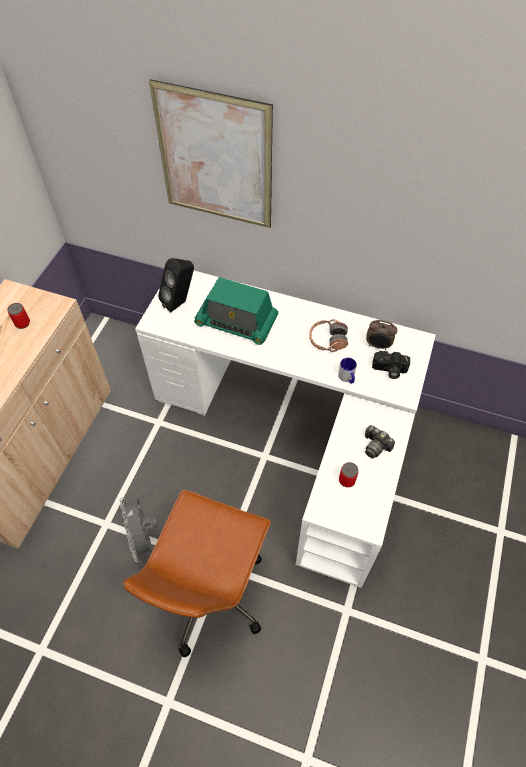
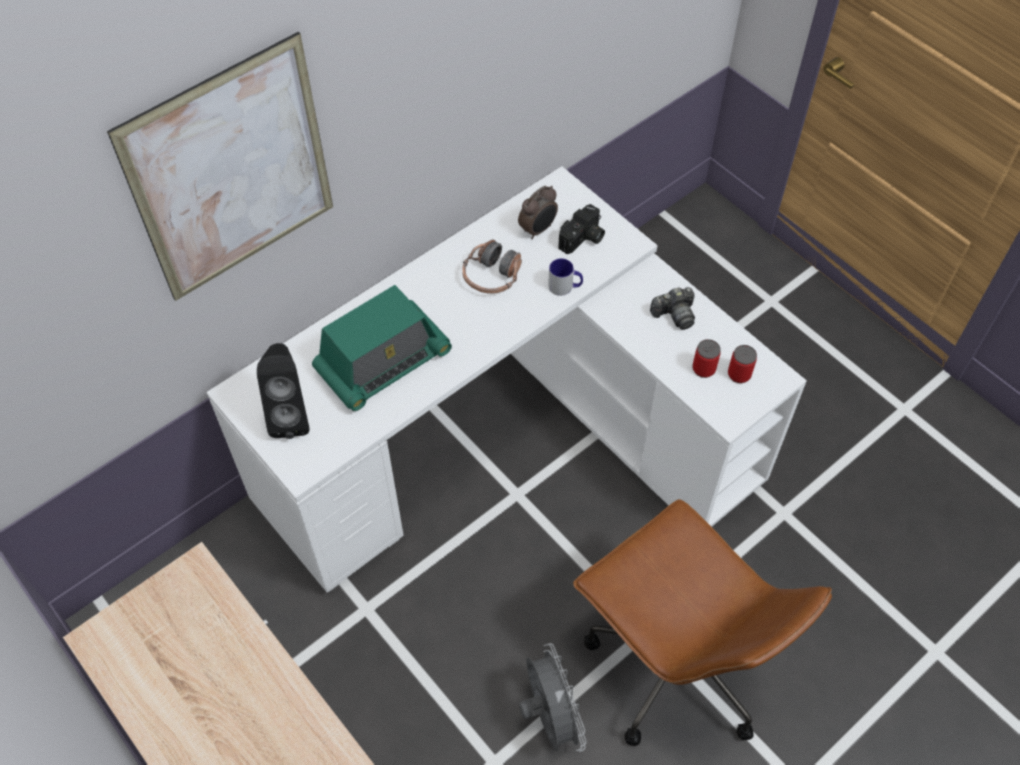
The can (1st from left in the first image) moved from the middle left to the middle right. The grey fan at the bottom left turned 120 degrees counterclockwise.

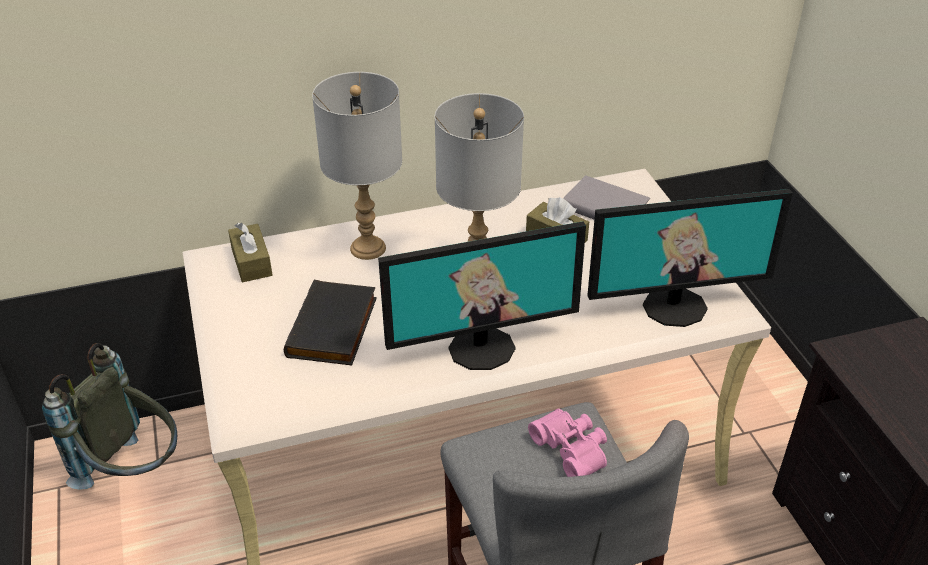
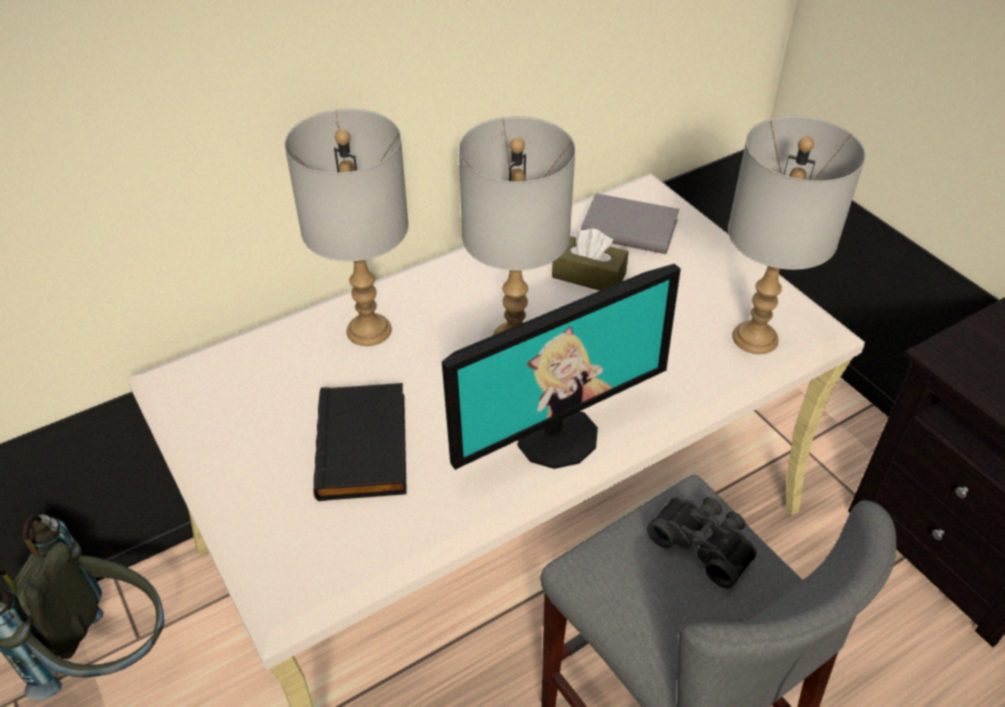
The brown tissue box (1st from left) at the middle left disappeared. The pink binoculars at the bottom centre became the black binoculars at the bottom right. The monitor (2nd from left) at the middle right was replaced by the grey table lamp (3rd from left) at the top right.

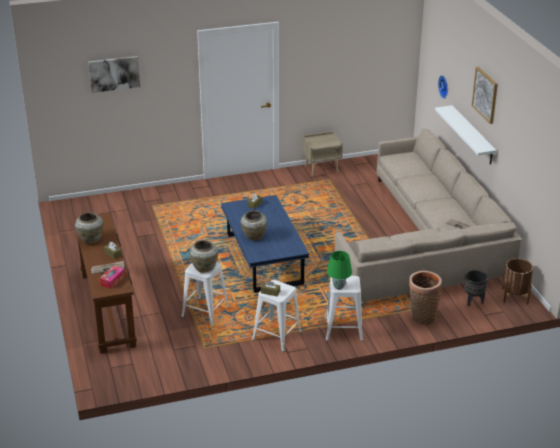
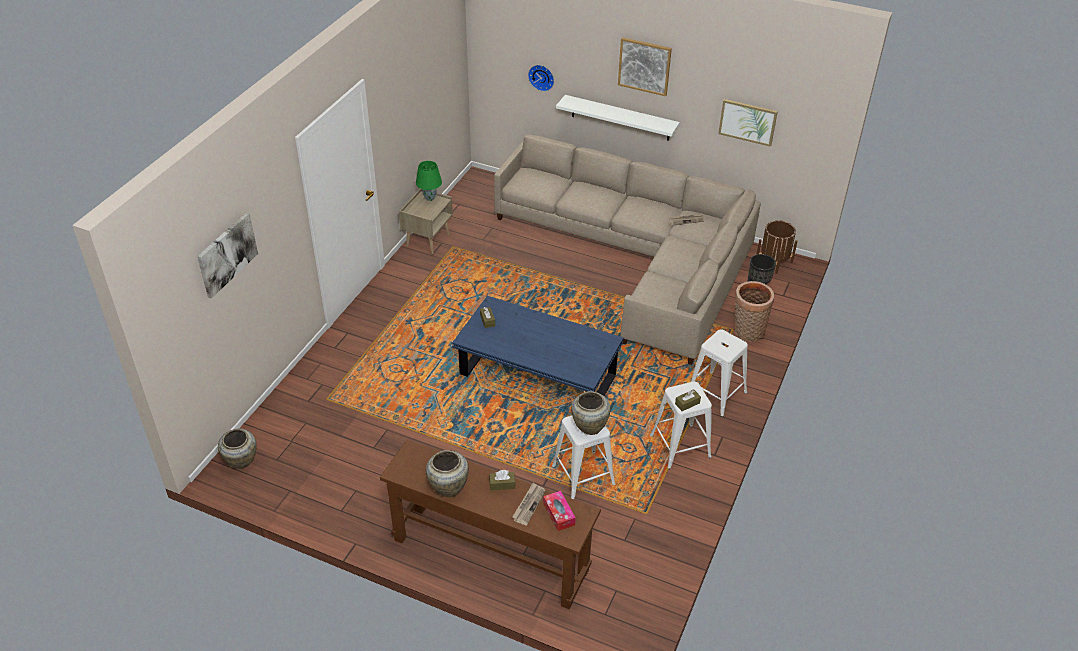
The beige vase (3rd from left in the first image) moved from the centre to the bottom left. The green table lamp moved from the centre to the top centre. The picture (3rd from left) at the top right appeared.

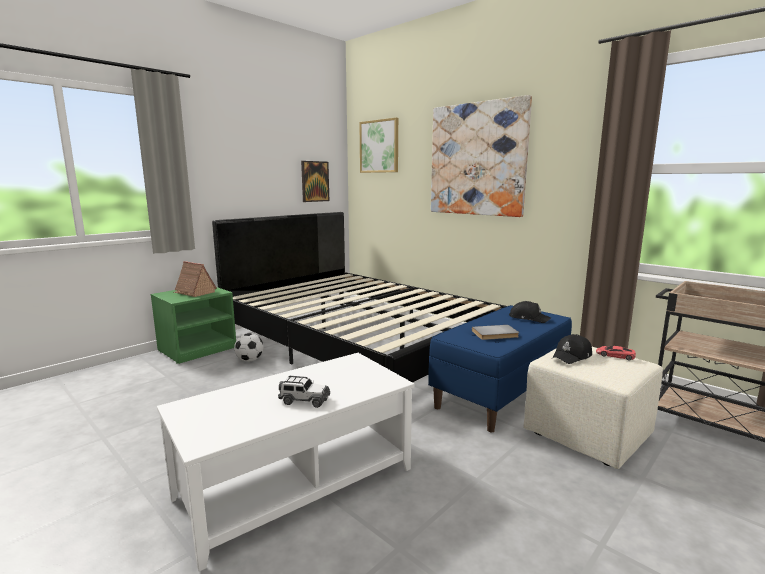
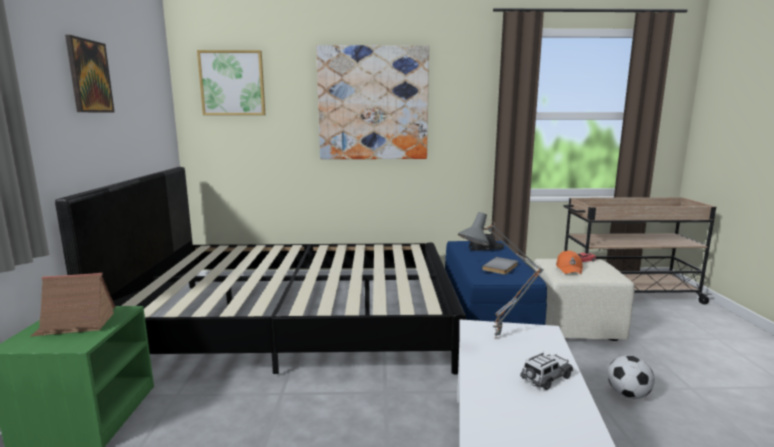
The football moved from the middle left to the bottom right. The picture (1st from left) moved from the top centre to the top left. The black cap (2nd from left) at the middle right became the orange cap at the middle right. The grey table lamp at the centre appeared.

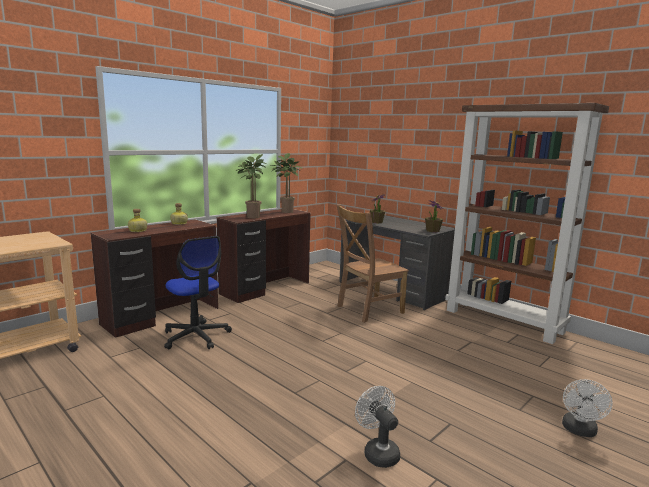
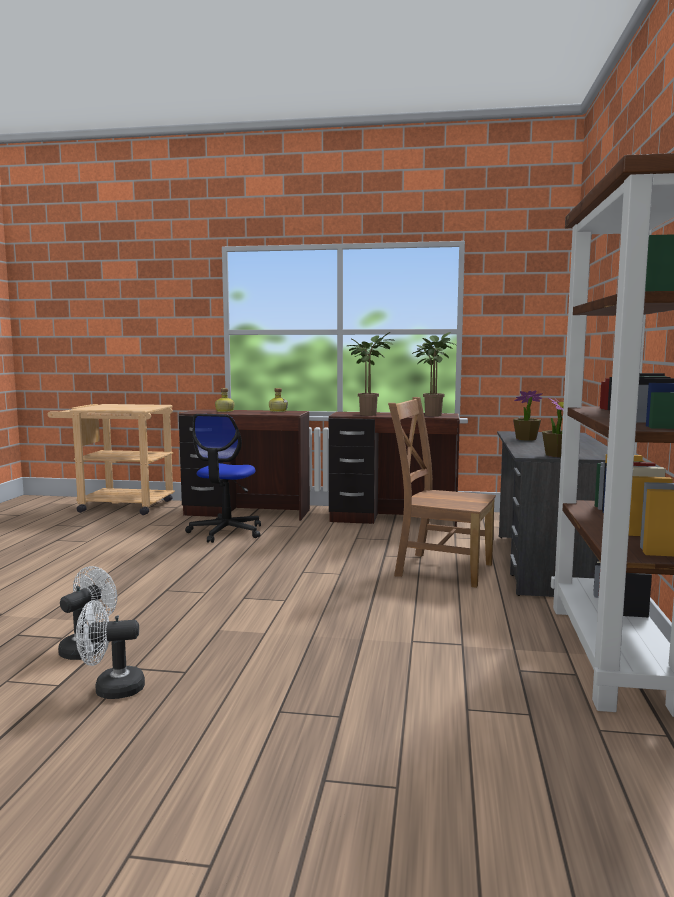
The white fan (2nd from left) moved from the bottom right to the bottom left.

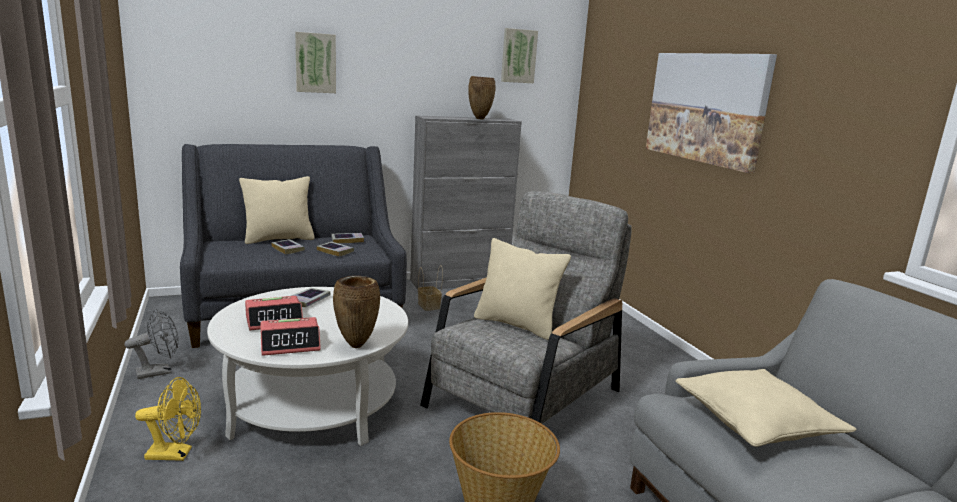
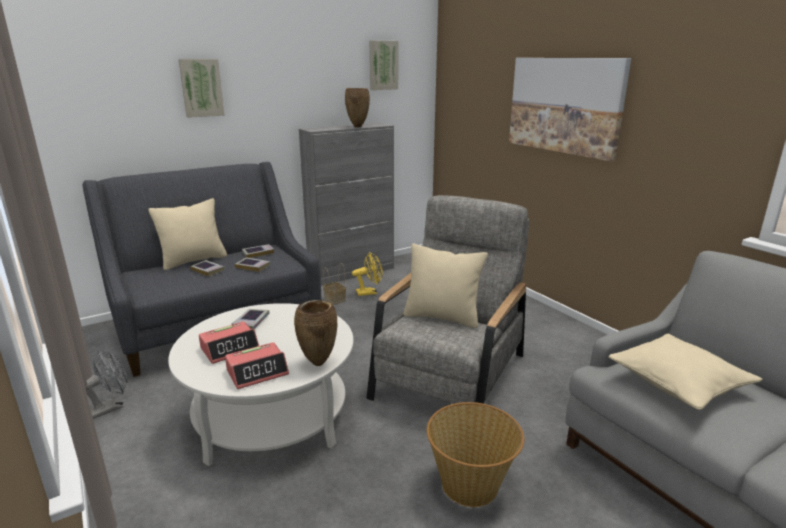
The yellow fan moved from the bottom left to the centre.

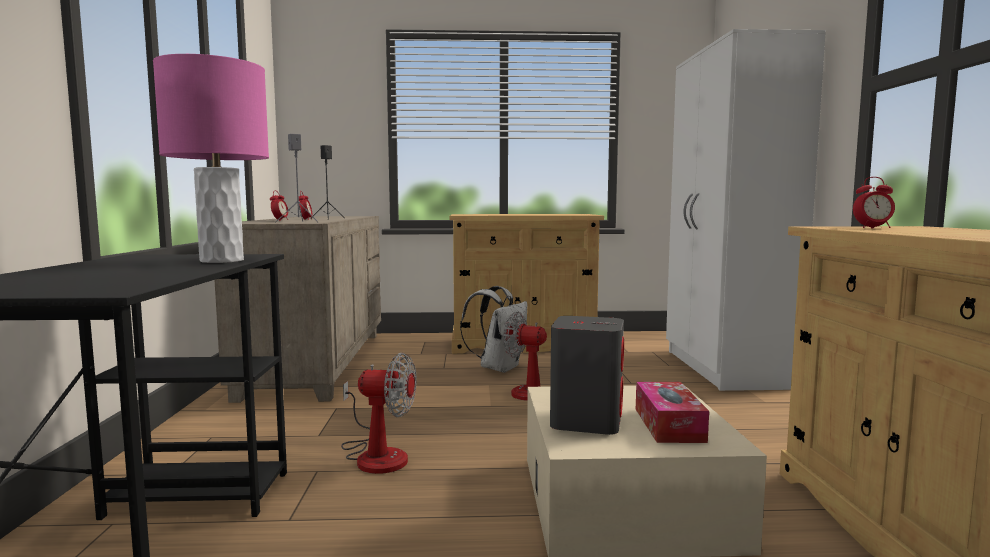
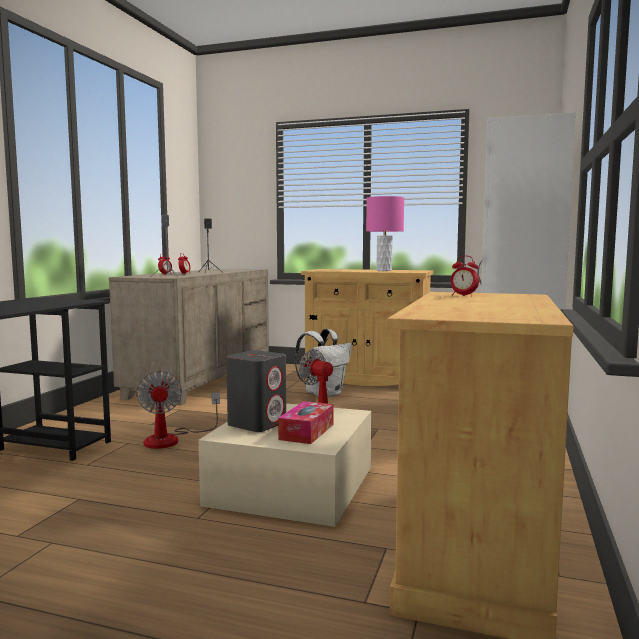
The pink table lamp moved from the top left to the centre. The fan (1st from left) at the bottom centre turned 45 degrees clockwise.

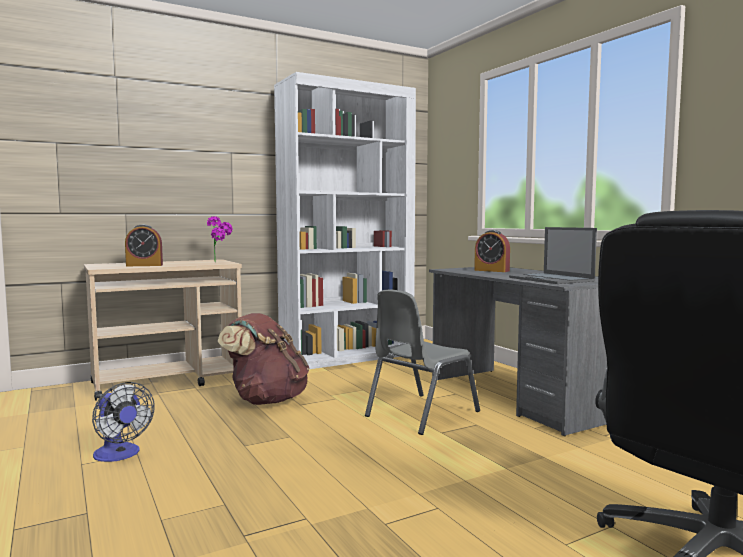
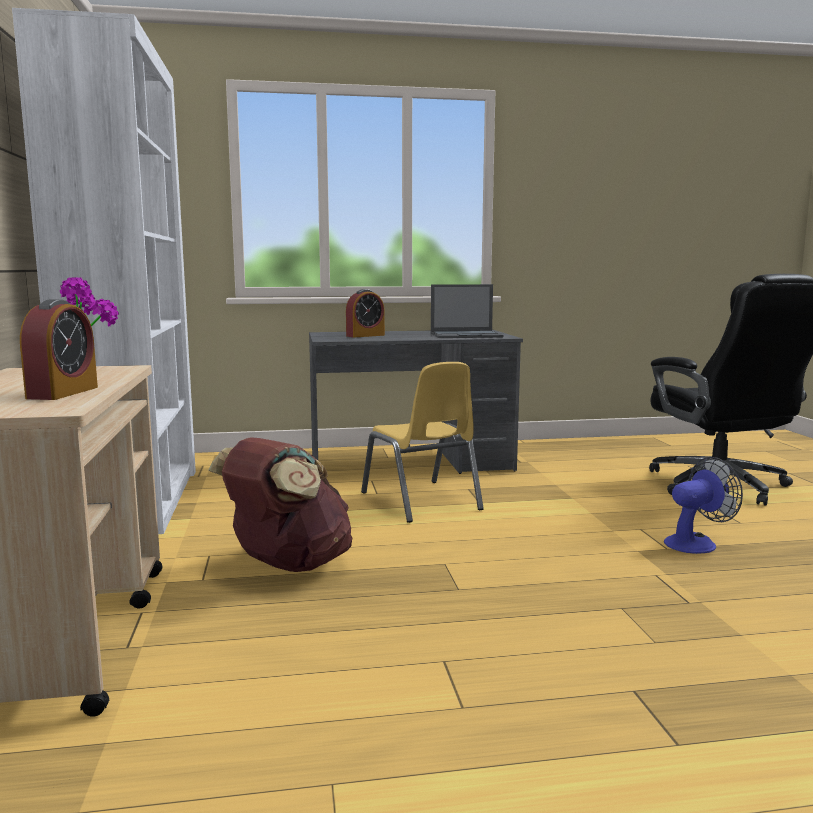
The fan moved from the bottom left to the middle right. The grey chair at the centre became the yellow chair at the centre.

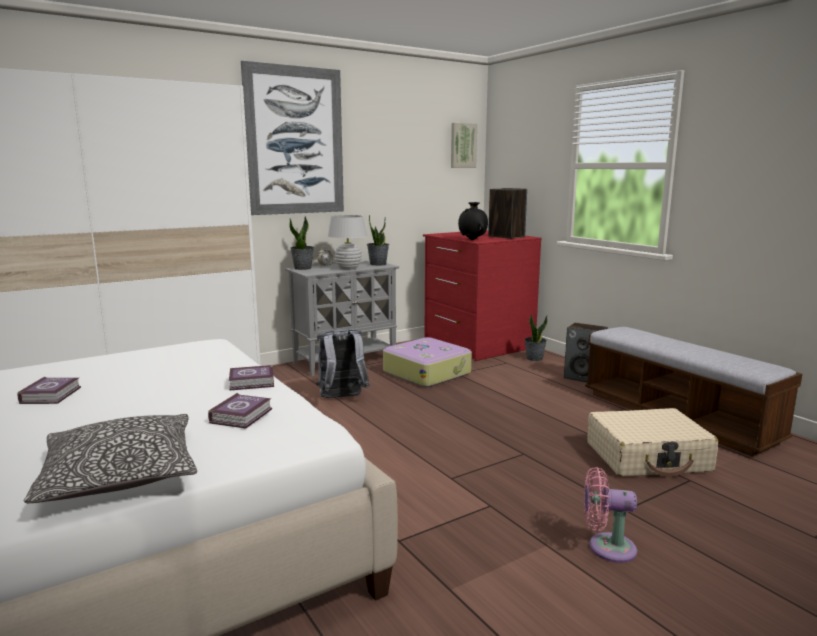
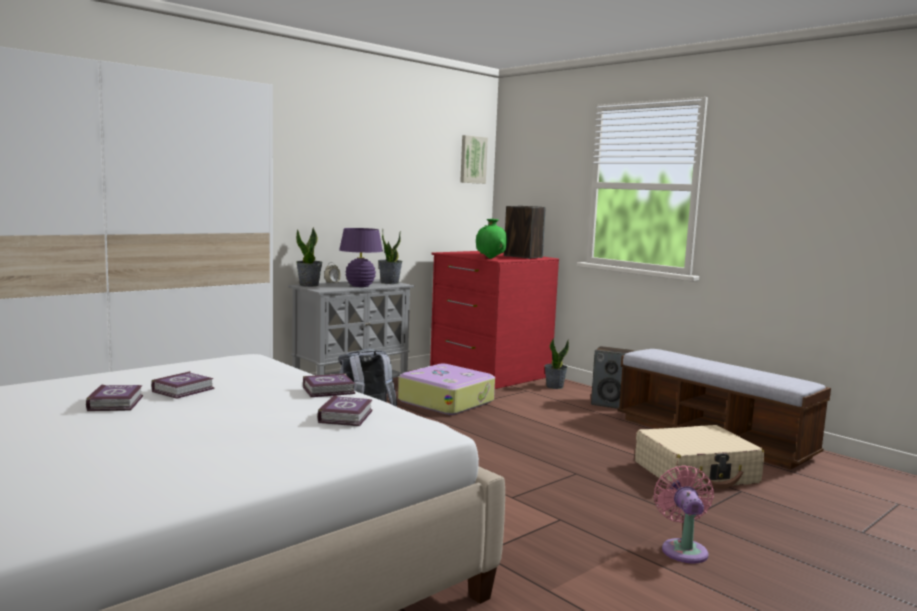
The pillow at the bottom left disappeared. The picture (1st from left) at the top centre disappeared. The white table lamp at the centre became the purple table lamp at the centre. The black vase at the centre became the green vase at the centre. The pink fan at the bottom right turned 90 degrees clockwise. The book (2nd from left) at the middle left appeared.

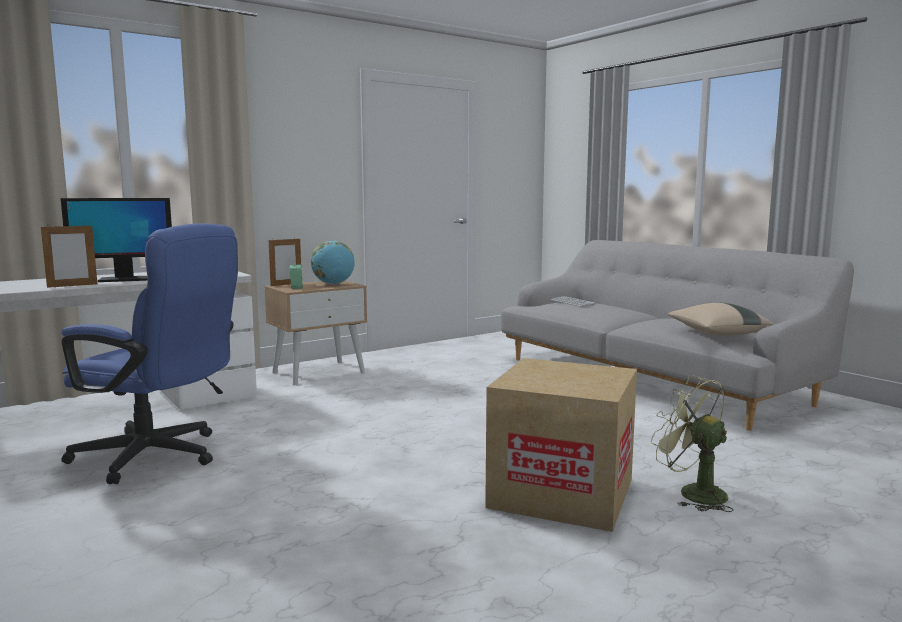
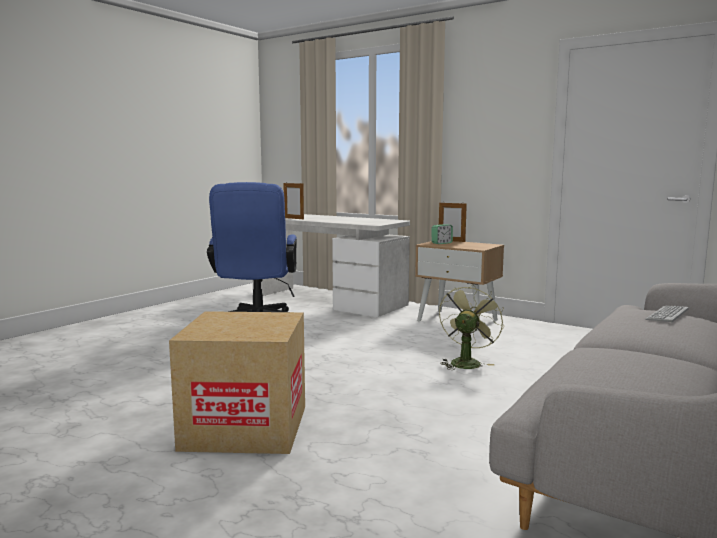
The monitor at the middle left disappeared. The globe at the centre disappeared. The green fan moved from the bottom right to the centre. The beige pillow at the middle right disappeared.

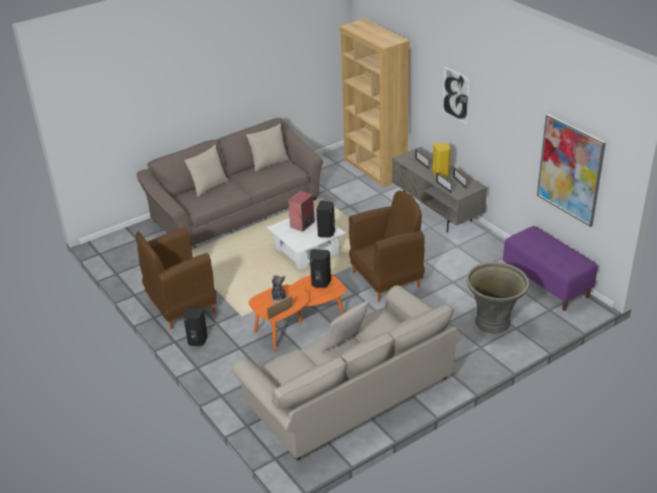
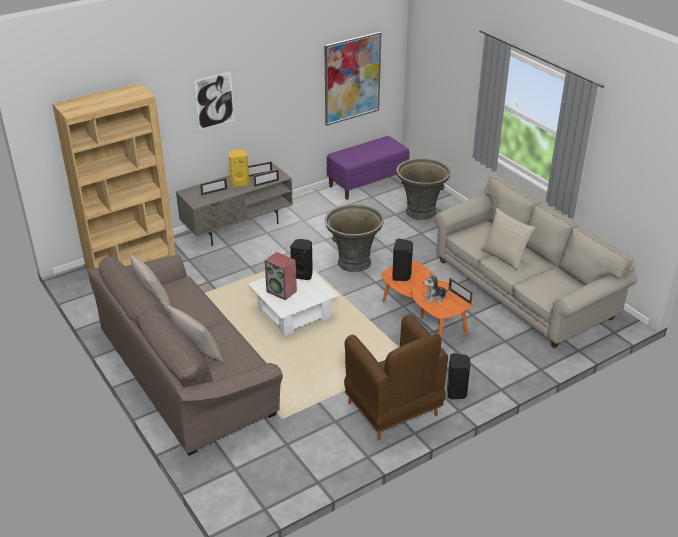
The brown armchair (2nd from left) at the centre was replaced by the grey planter (1st from left) at the centre.

